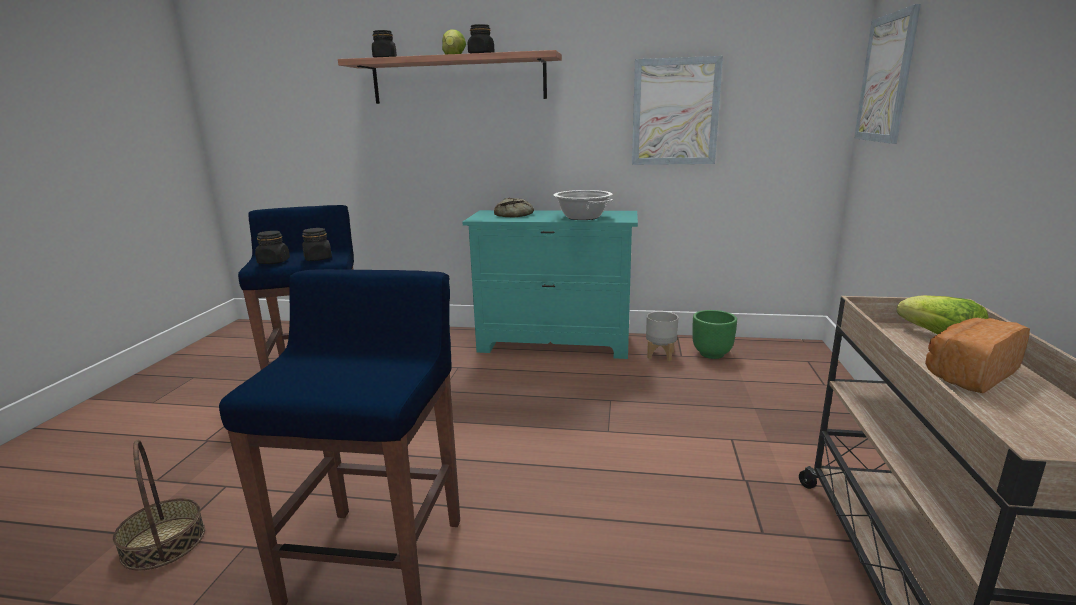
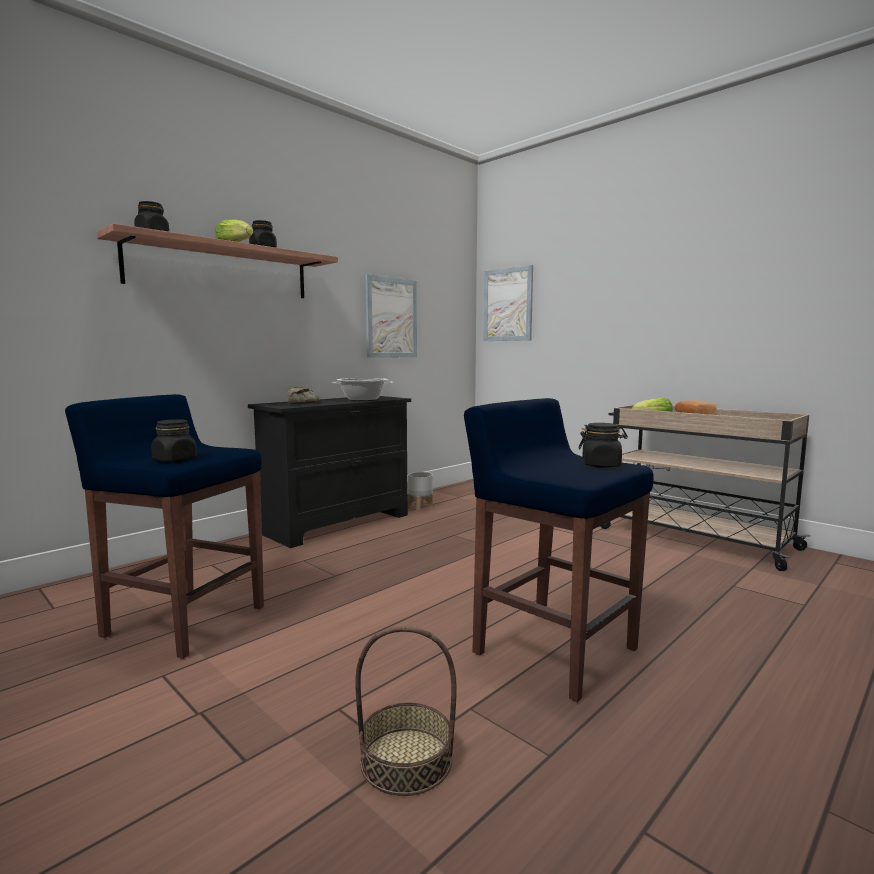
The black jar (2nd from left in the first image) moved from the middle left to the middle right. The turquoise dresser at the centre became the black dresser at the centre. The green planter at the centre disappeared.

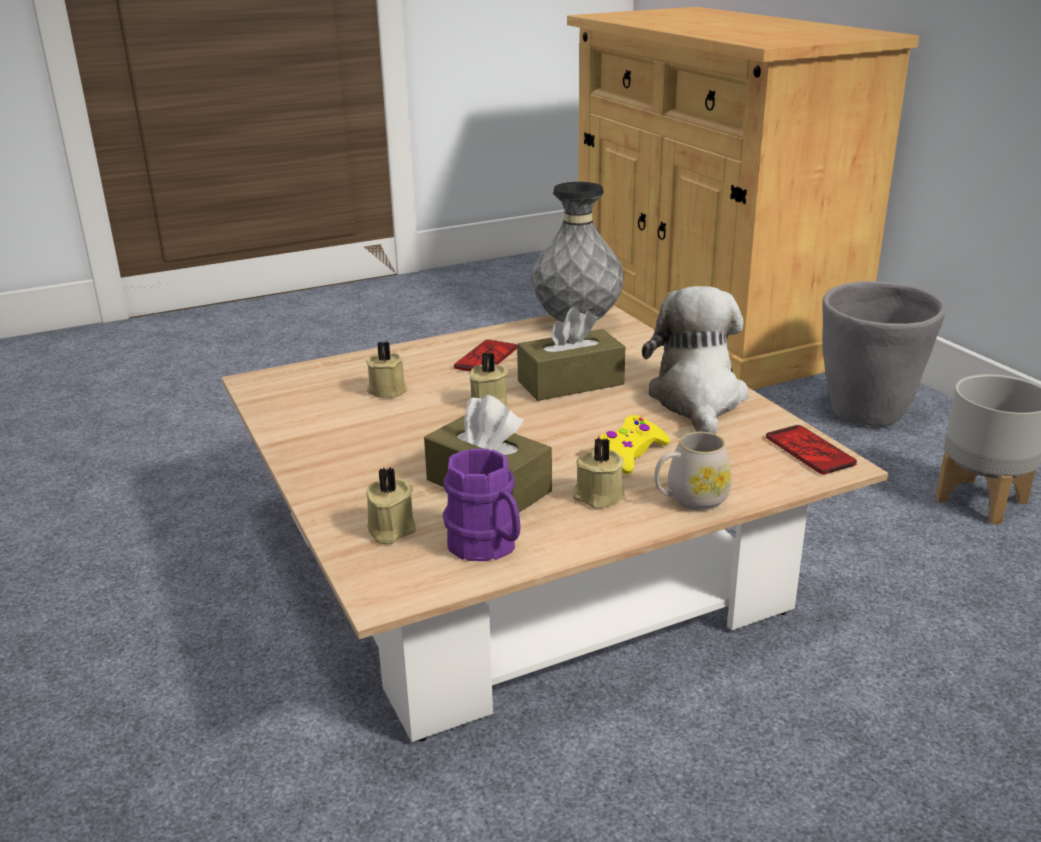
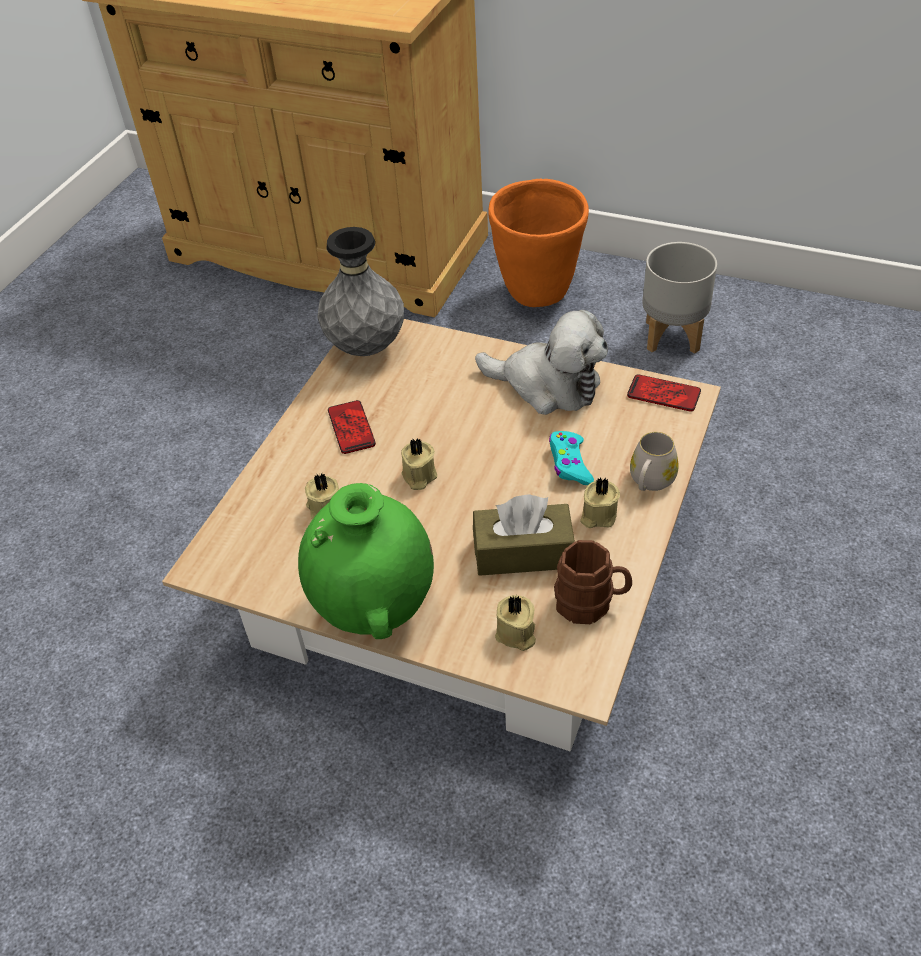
The purple mug at the centre became the brown mug at the centre. The brown tissue box (2nd from left) at the centre disappeared. The yellow game controller at the centre became the turquoise game controller at the centre. The plush toy at the middle right turned 150 degrees clockwise. The grey planter (1st from left) at the middle right became the orange planter at the top centre. The green vase at the centre appeared.

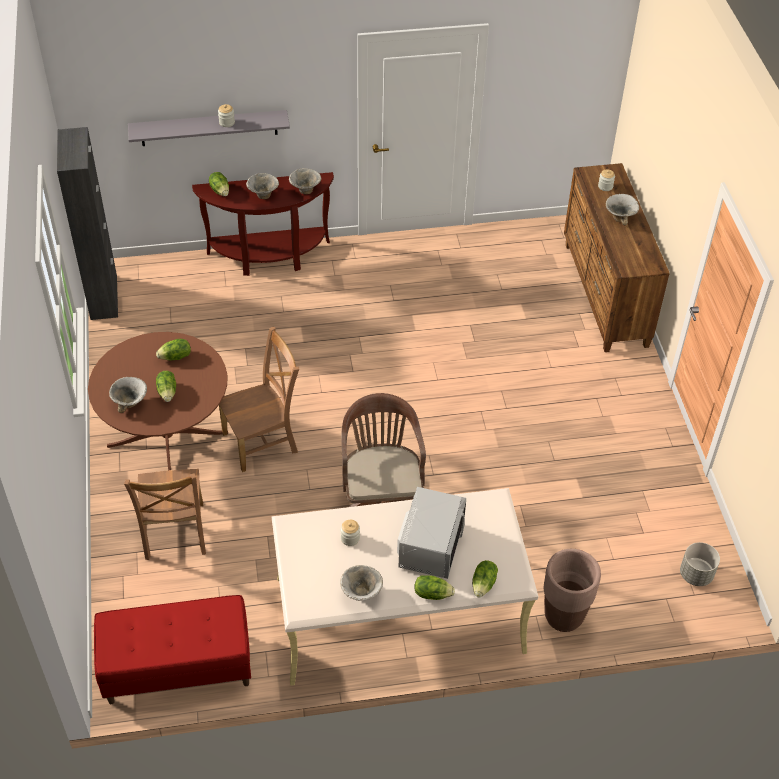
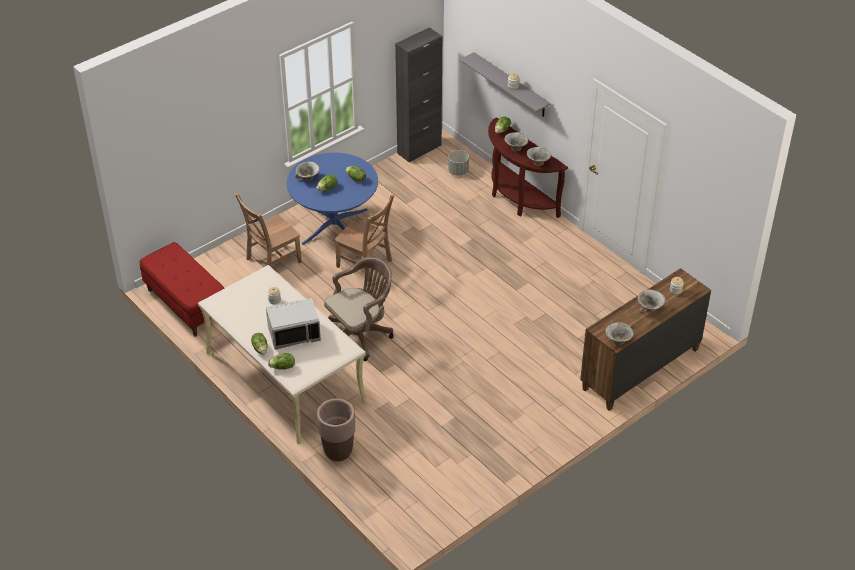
The brown dining table at the middle left became the blue dining table at the centre. The bowl (4th from left) moved from the bottom centre to the middle right. The grey planter moved from the bottom right to the top centre.

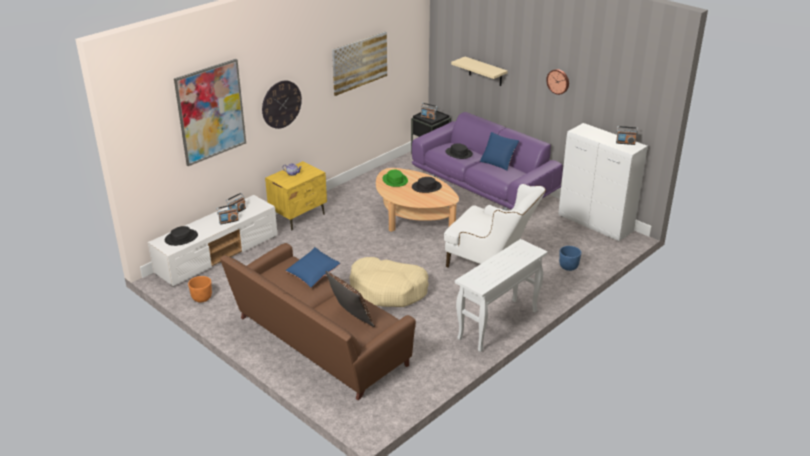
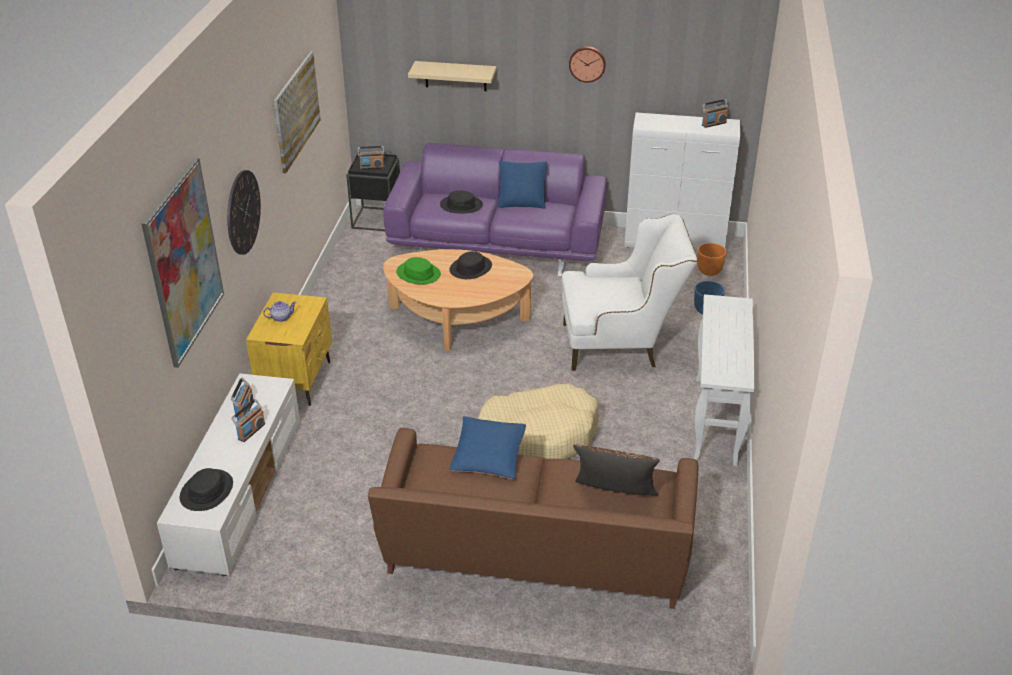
The orange planter moved from the middle left to the middle right.

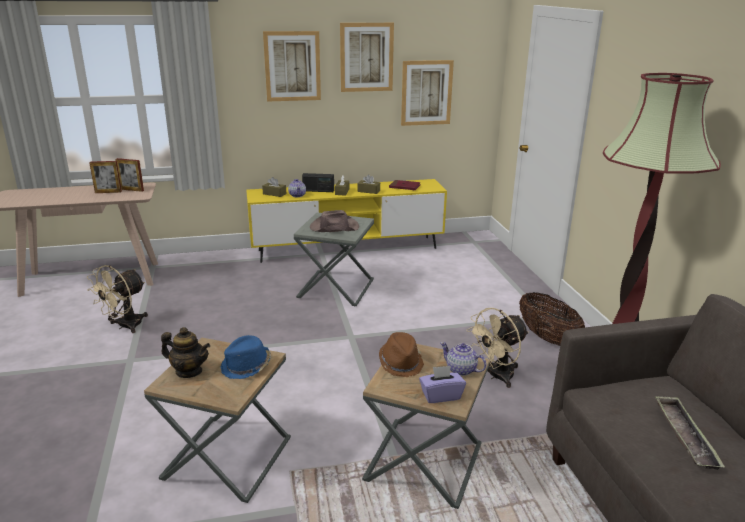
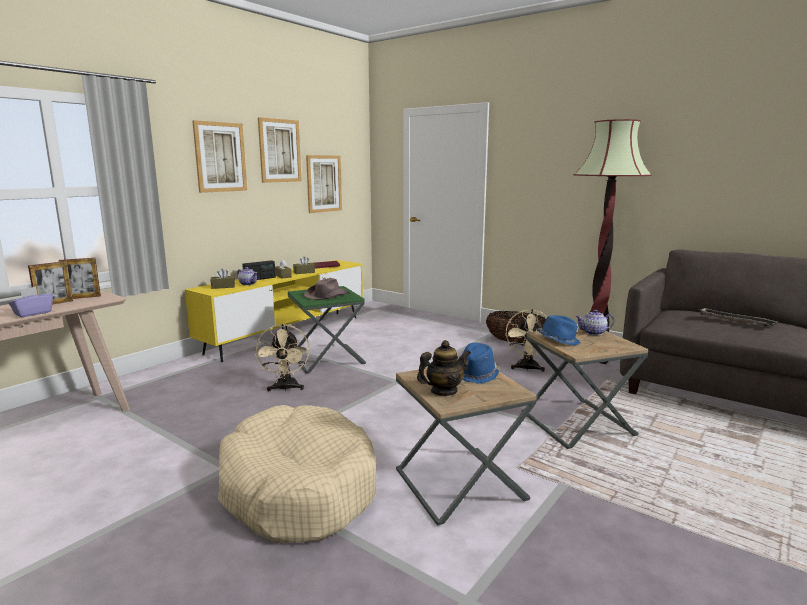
The beige fan (1st from left) moved from the middle left to the centre. The grey side table at the centre became the green side table at the centre. The brown hat (2nd from left) at the bottom centre became the blue hat (2nd from left) at the middle right. The purple tissue box moved from the bottom centre to the middle left. The beige dog bed at the bottom centre appeared.

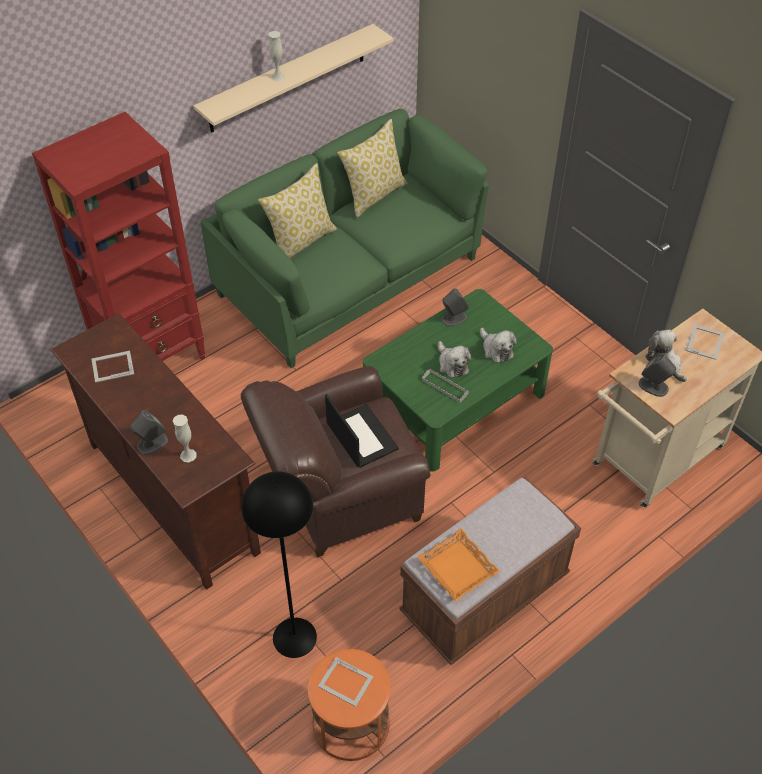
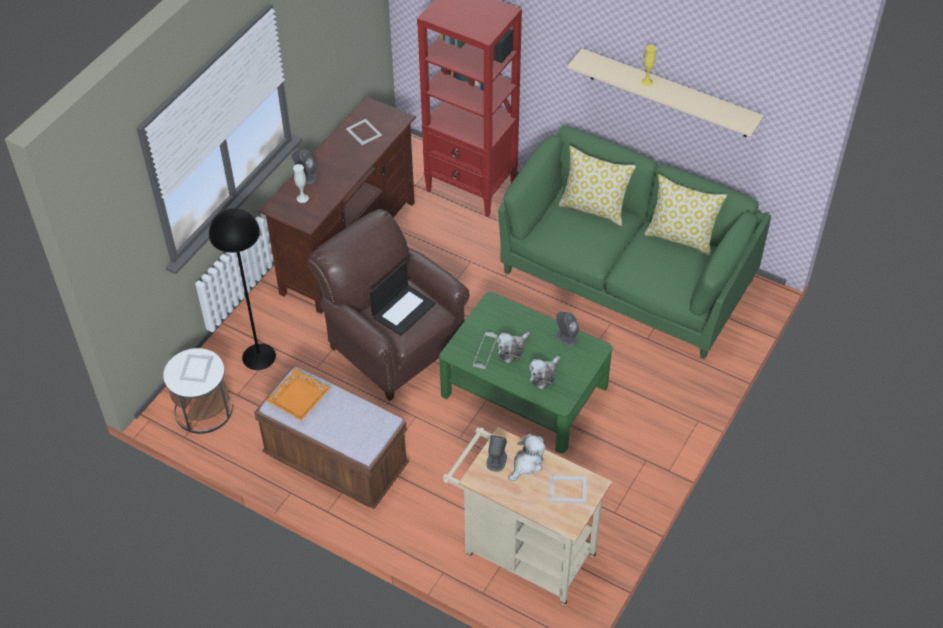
The white vase (2nd from left) at the top centre became the yellow vase at the top right. The orange side table at the bottom centre became the white side table at the middle left.

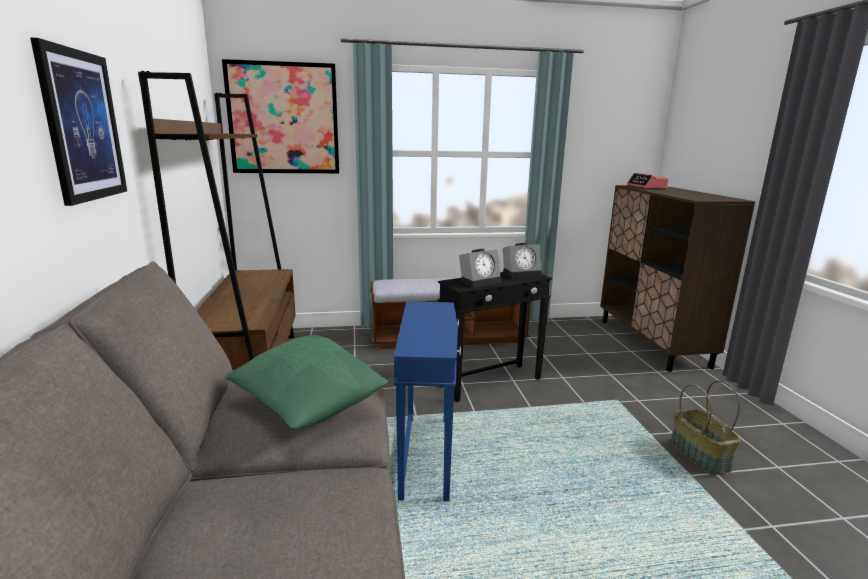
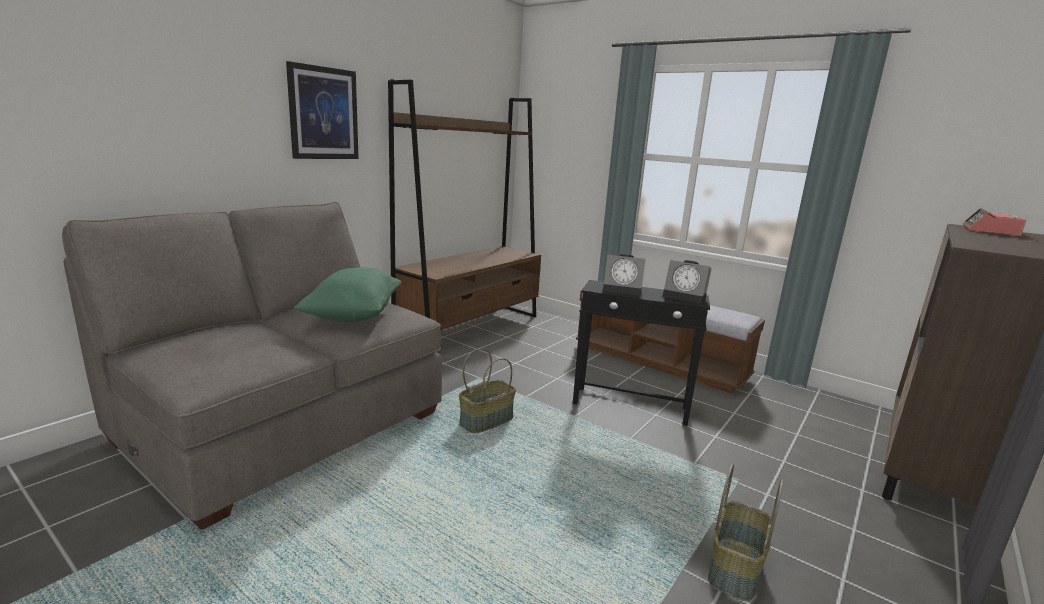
The picture (2nd from left) at the top left disappeared. The blue side table at the bottom centre was replaced by the basket (1st from left) at the centre.

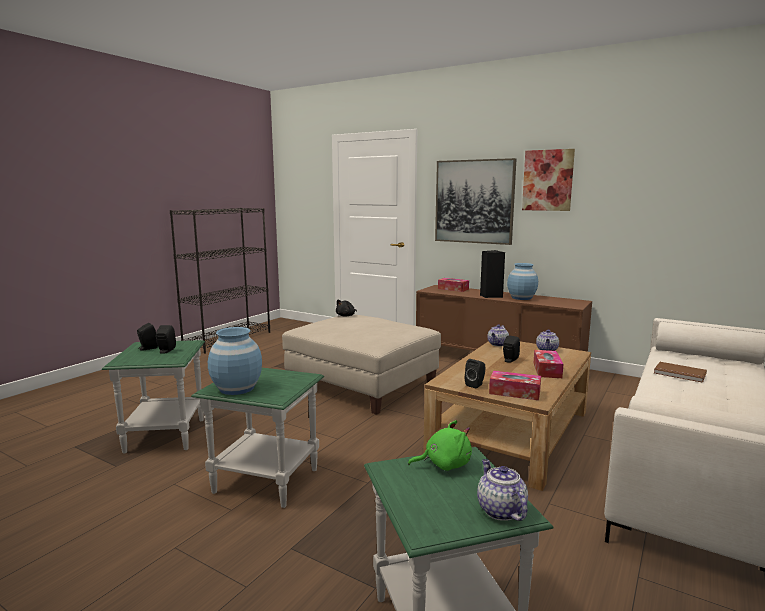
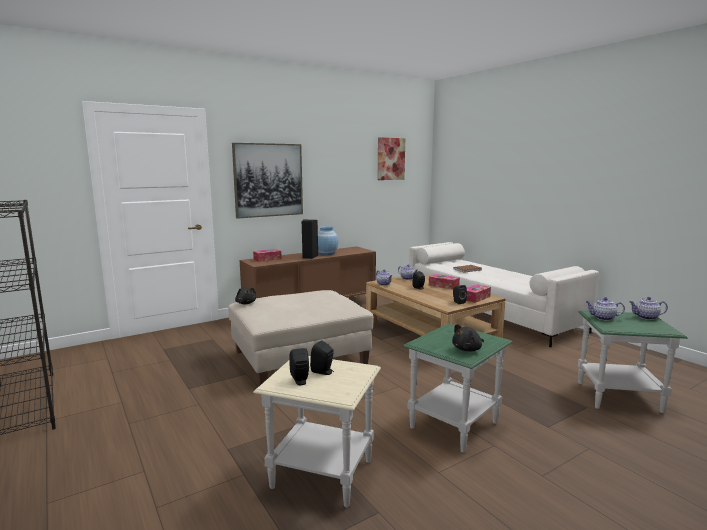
The green side table (1st from left) at the middle left became the beige side table at the bottom centre. The blue vase (1st from left) at the middle left was replaced by the black plush toy (2nd from left) at the centre. The green plush toy at the bottom centre was replaced by the teapot (3rd from left) at the middle right. The picture (2nd from left) moved from the top right to the top centre.

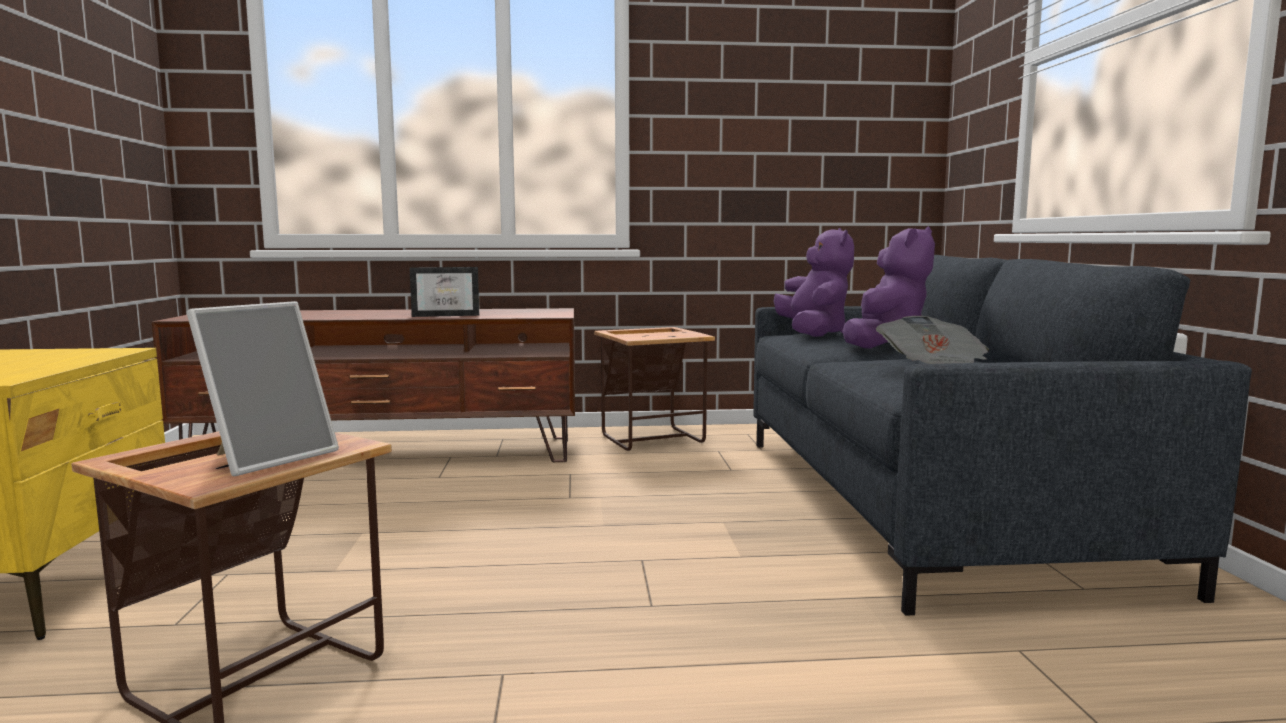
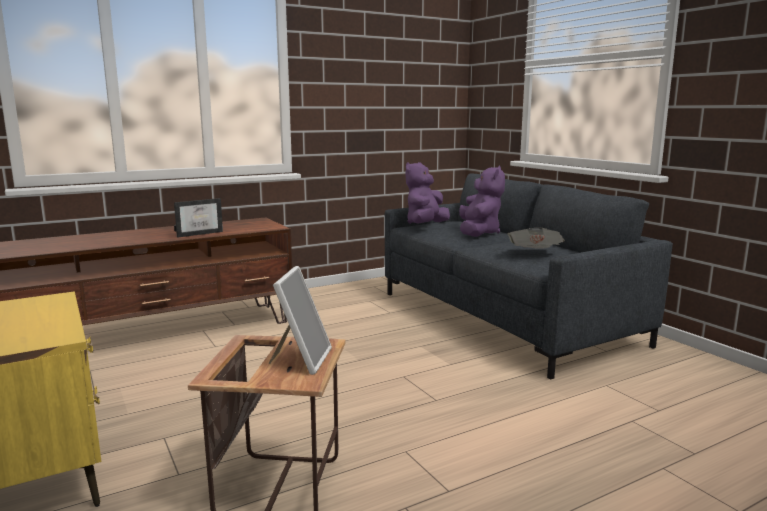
The side table (2nd from left) at the centre disappeared. The purple plush toy (1st from left) at the centre turned 120 degrees counterclockwise.

